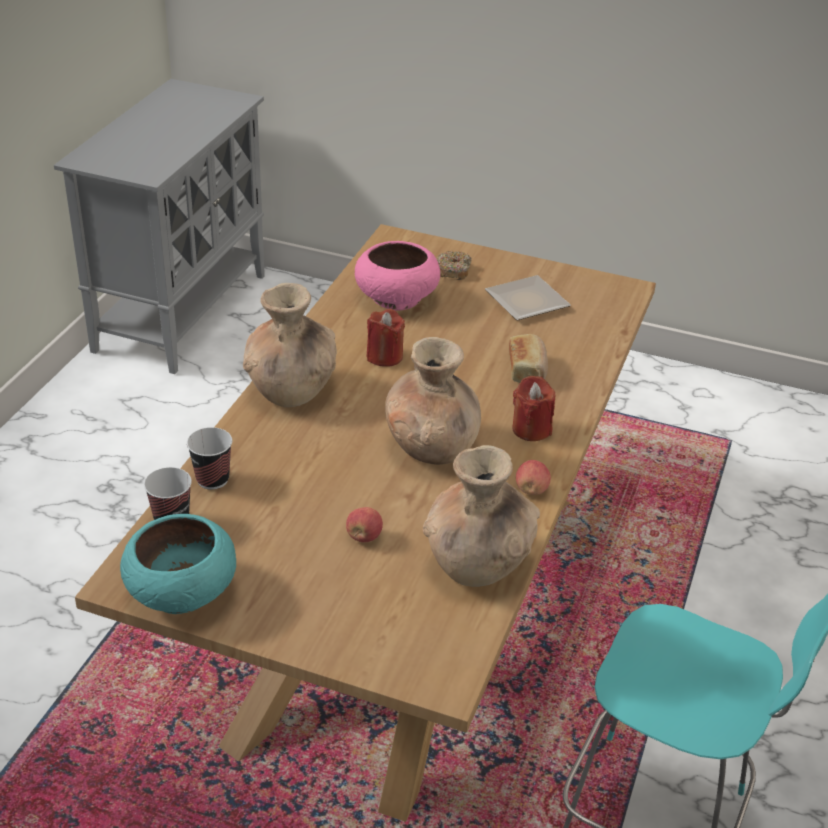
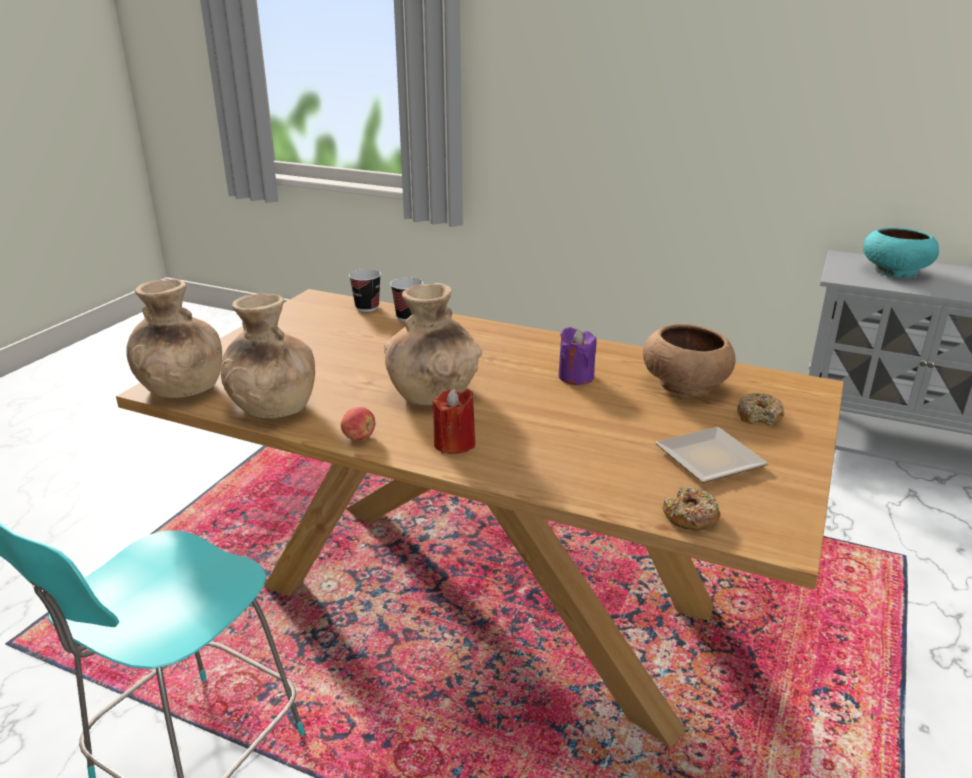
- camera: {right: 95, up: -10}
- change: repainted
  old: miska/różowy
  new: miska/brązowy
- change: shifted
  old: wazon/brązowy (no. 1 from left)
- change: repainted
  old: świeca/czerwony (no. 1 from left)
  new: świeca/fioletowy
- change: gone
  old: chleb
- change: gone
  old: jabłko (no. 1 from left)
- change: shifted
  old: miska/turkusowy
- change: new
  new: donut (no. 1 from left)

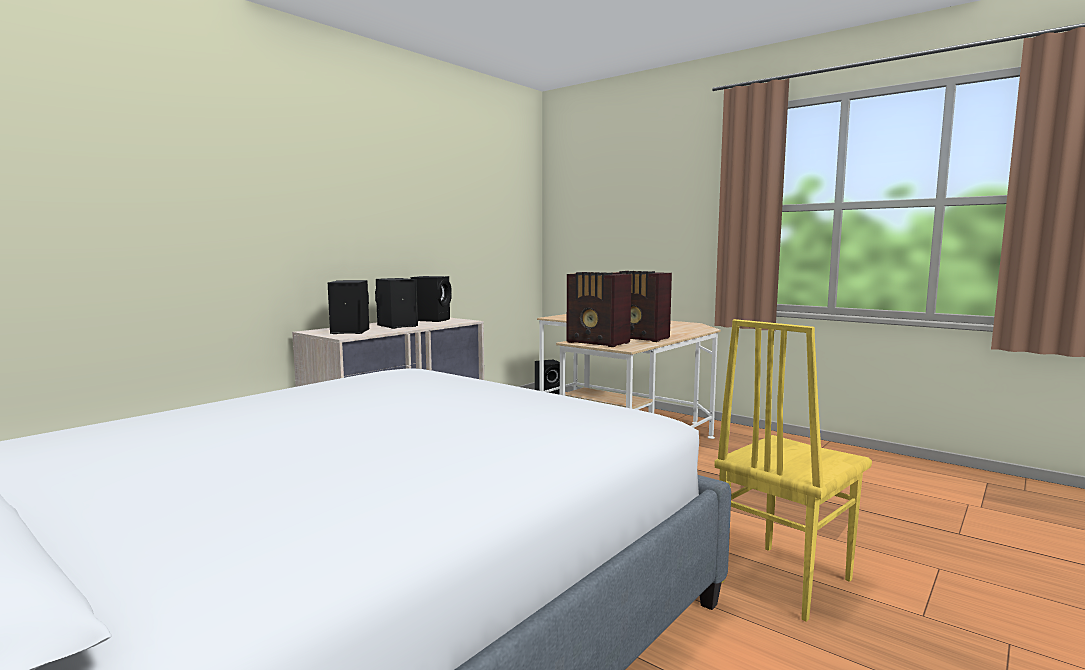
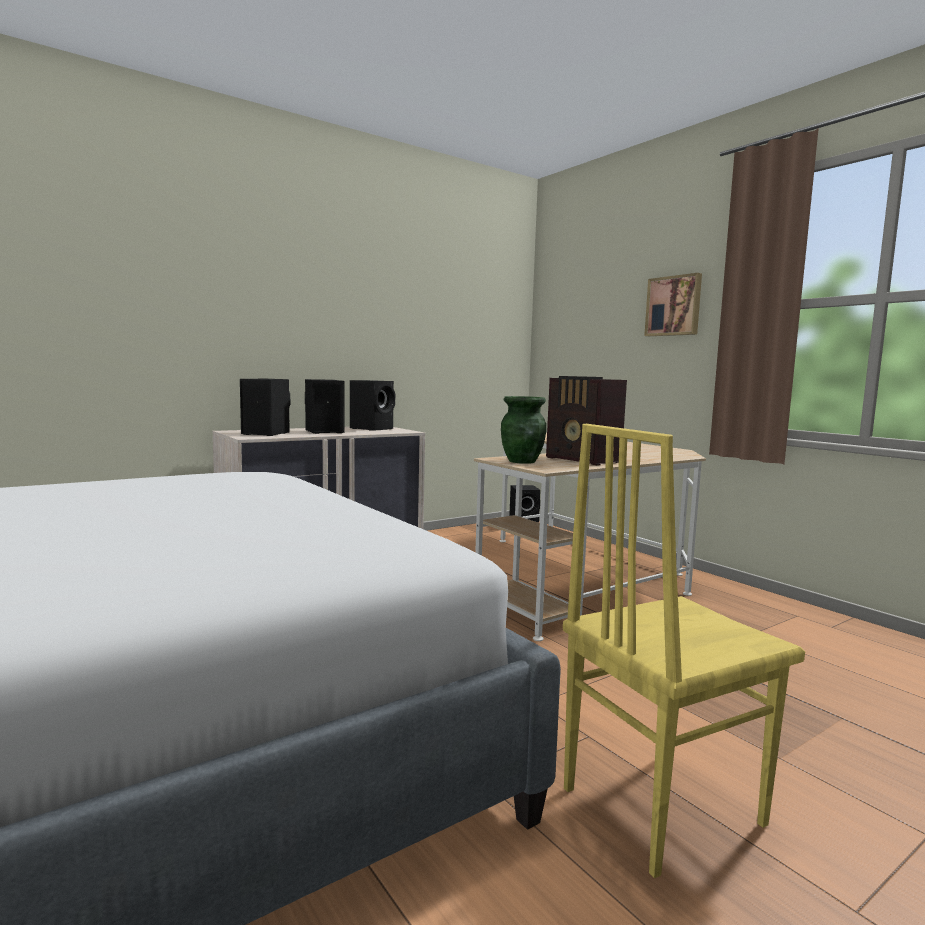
- camera: {right: 15, up: 0}
- change: swapped
  old: radio (no. 1 from left)
  new: wazon/zielony
- change: new
  new: obraz

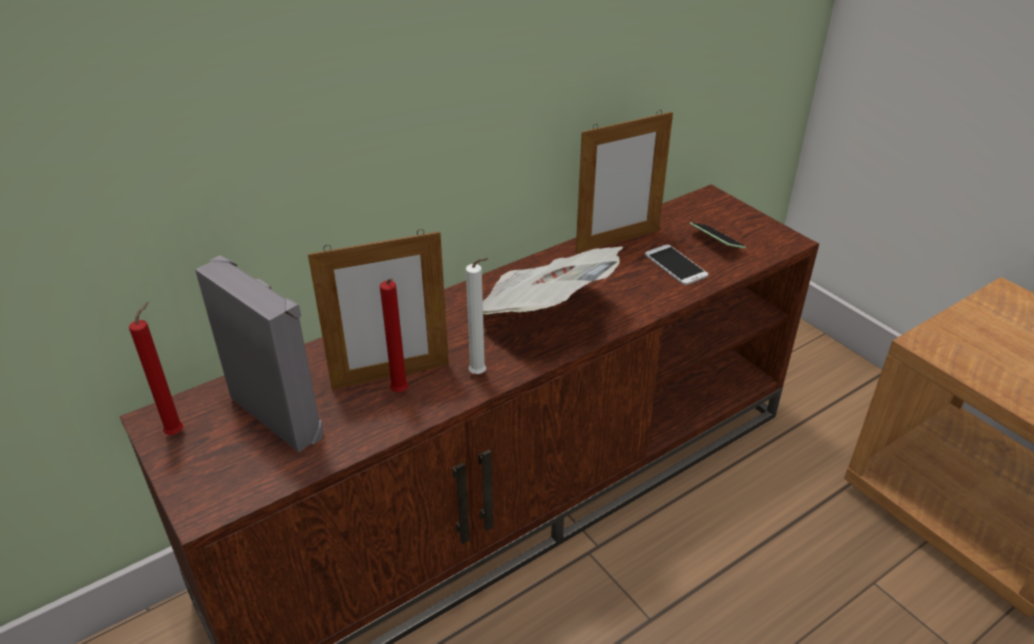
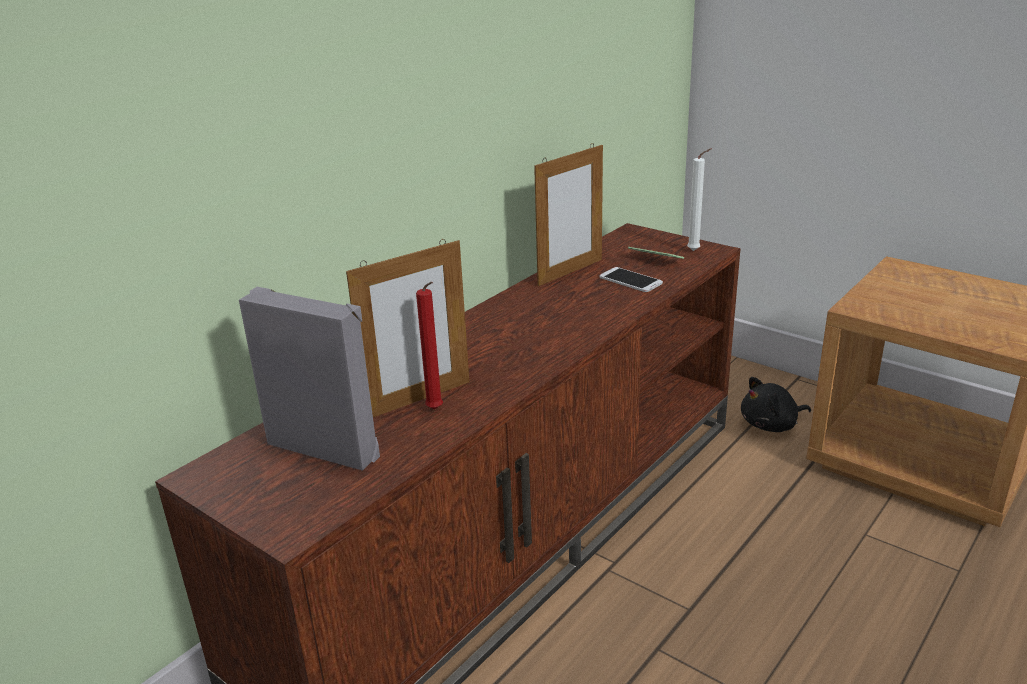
- camera: {right: -15, up: -10}
- change: gone
  old: gazeta
- change: shifted
  old: świeca/biały
- change: gone
  old: świeca/czerwony (no. 1 from left)
- change: new
  new: pluszak/czarny

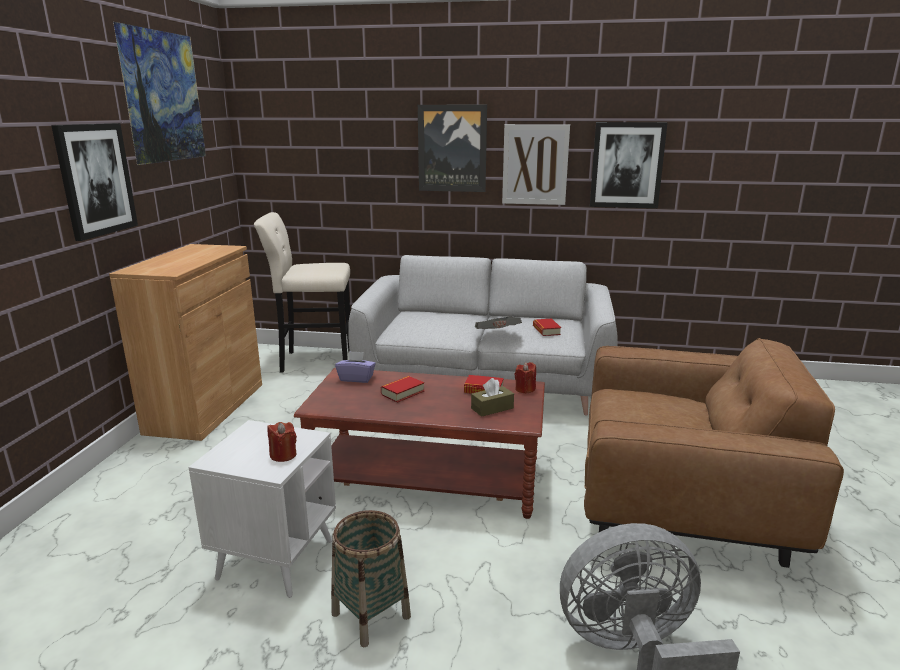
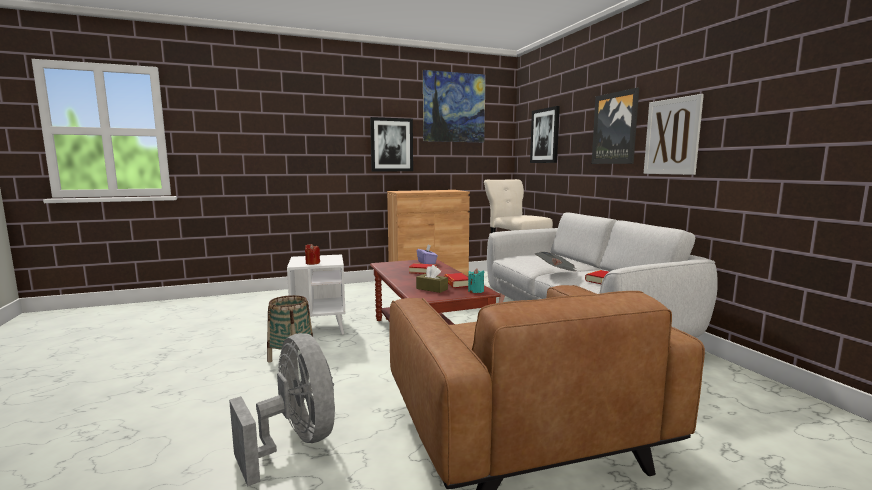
- camera: {right: 60, up: -10}
- change: shifted
  old: obraz (no. 5 from left in the first image)
  new: obraz (no. 3 from left)
- change: repainted
  old: świeca/czerwony (no. 2 from left)
  new: świeca/turkusowy

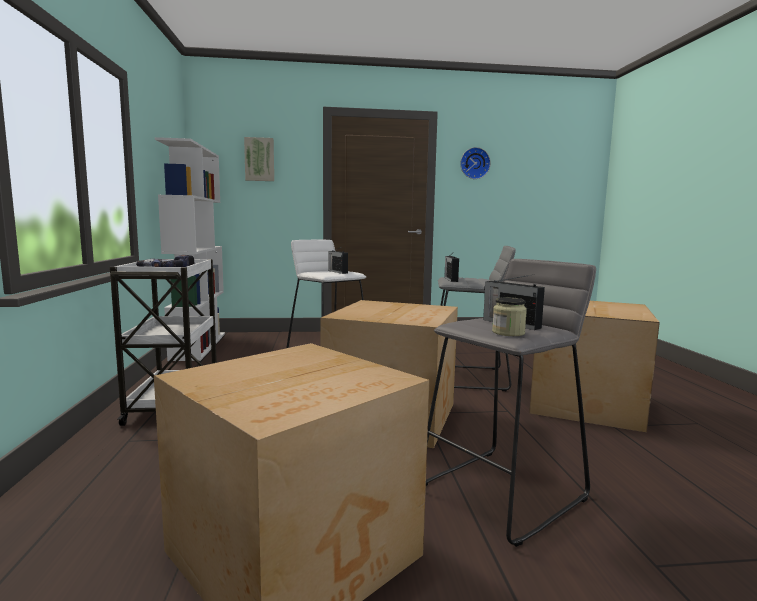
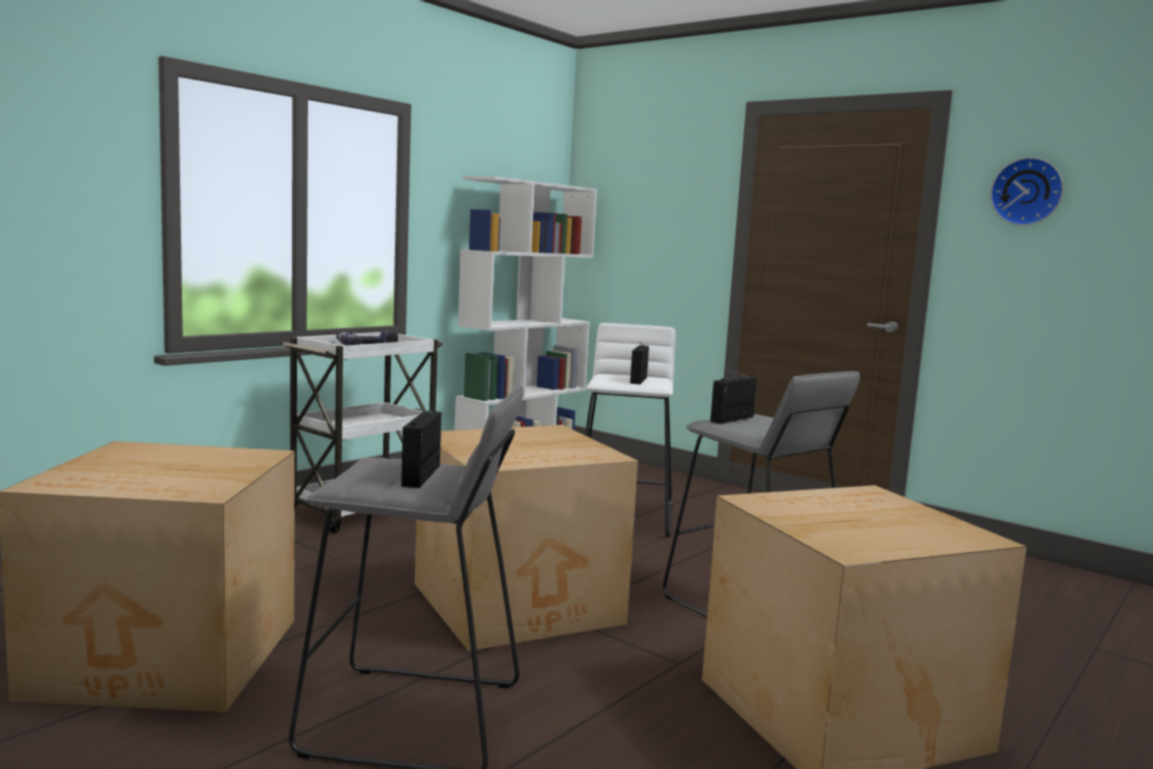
- camera: {right: 45, up: 0}
- change: gone
  old: obraz
- change: gone
  old: słoik

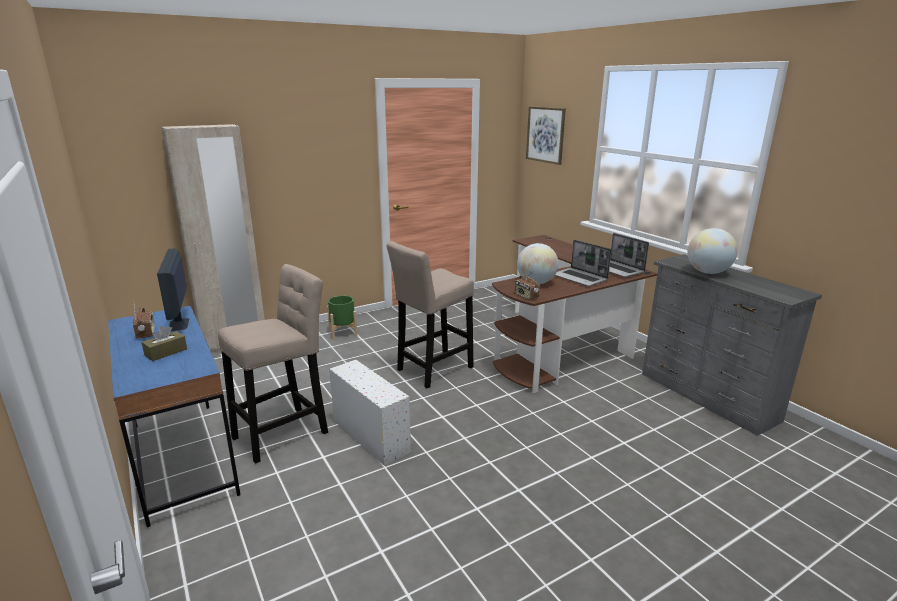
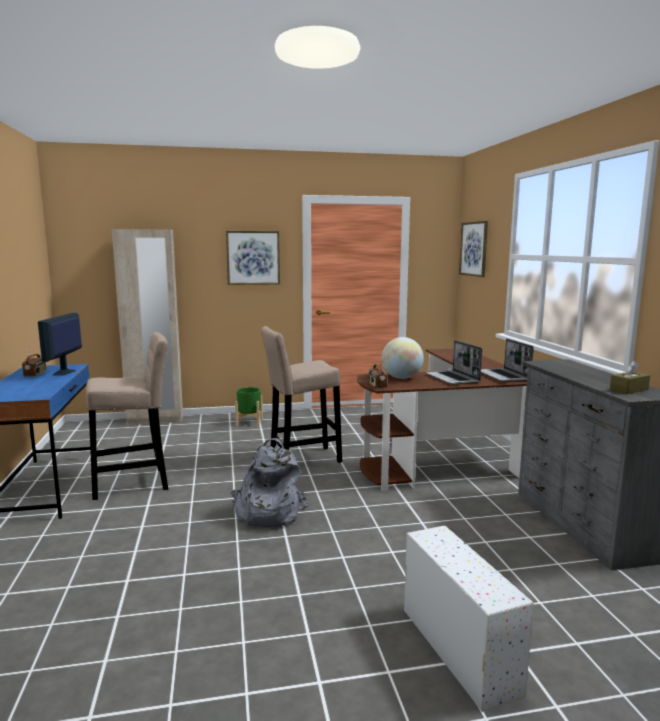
- camera: {right: 20, up: -10}
- change: gone
  old: globus (no. 2 from left)
- change: shifted
  old: pudełko chusteczek/brązowy
- change: shifted
  old: pojemnik do przechowywania/biały
- change: new
  new: obraz (no. 1 from left)
- change: new
  new: plecak/szary

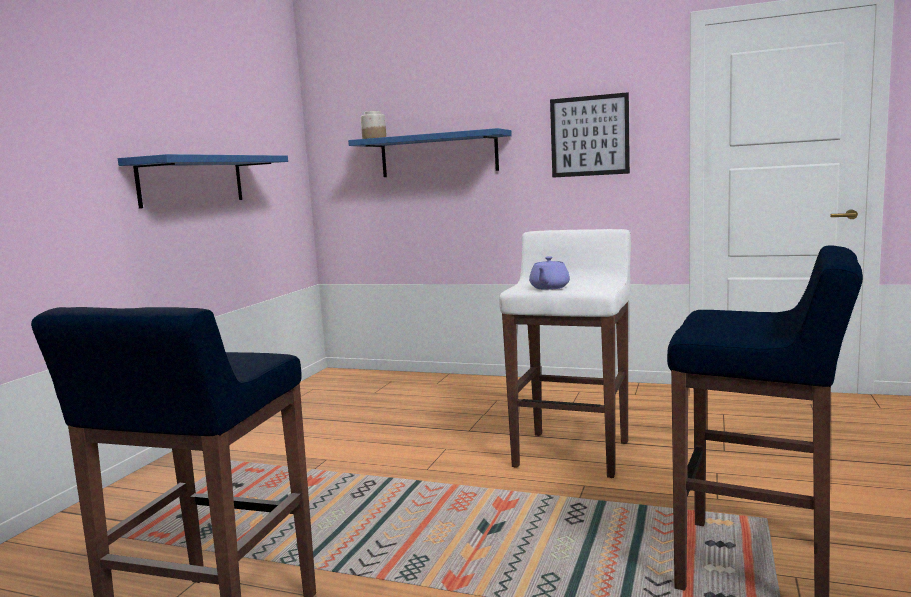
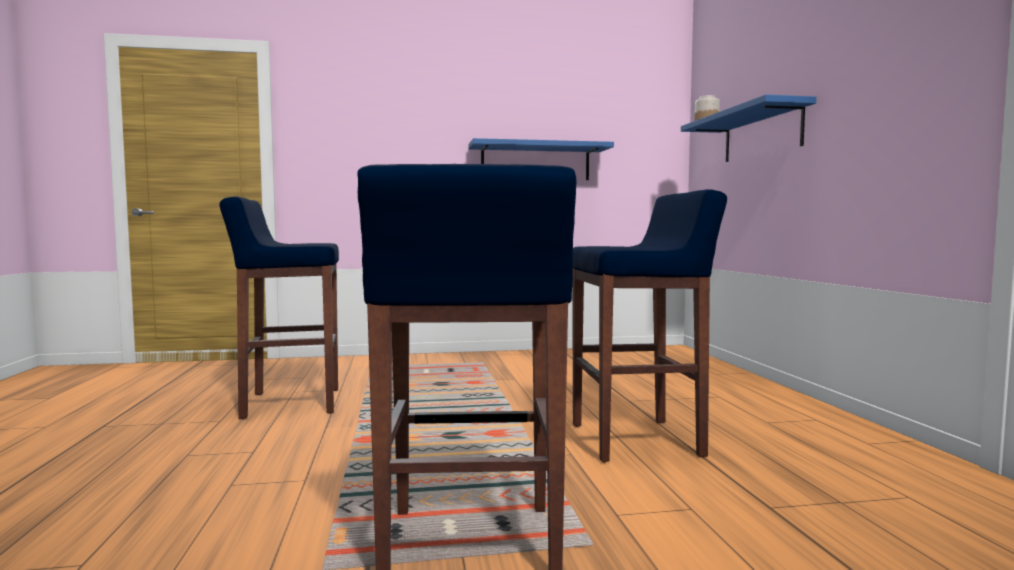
- camera: {right: 60, up: -5}
- change: gone
  old: obraz
- change: repainted
  old: stołek/biały
  new: stołek/niebieski (no. 3 from left)
- change: gone
  old: imbryk/fioletowy

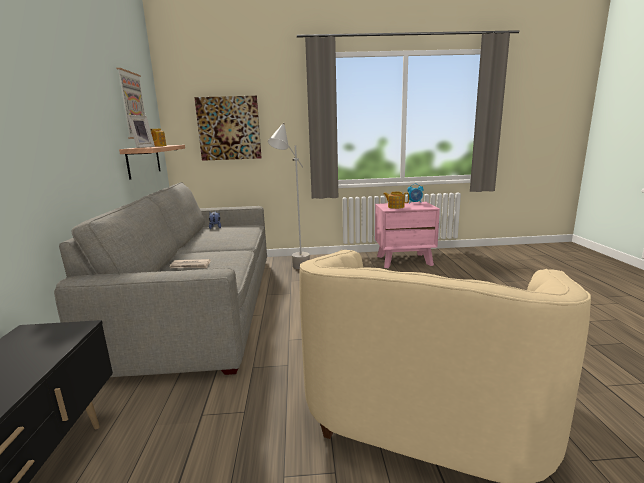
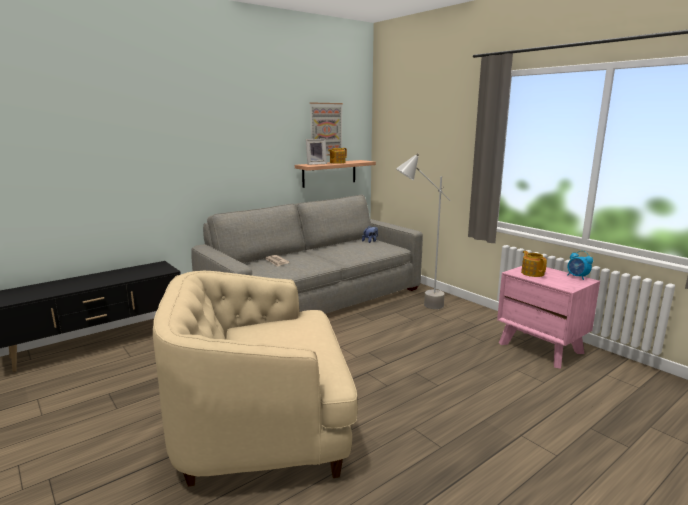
- camera: {right: 55, up: 0}
- change: gone
  old: obraz (no. 2 from left)

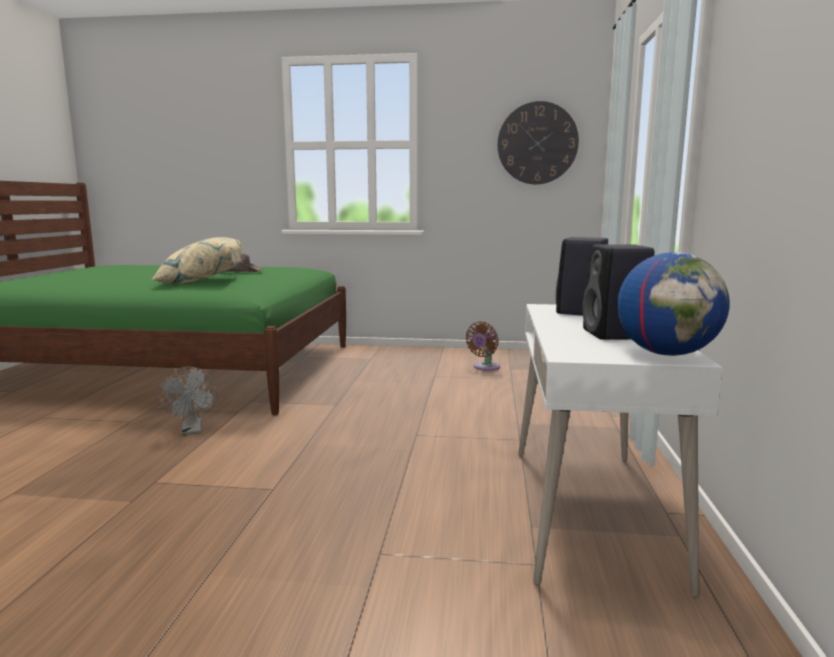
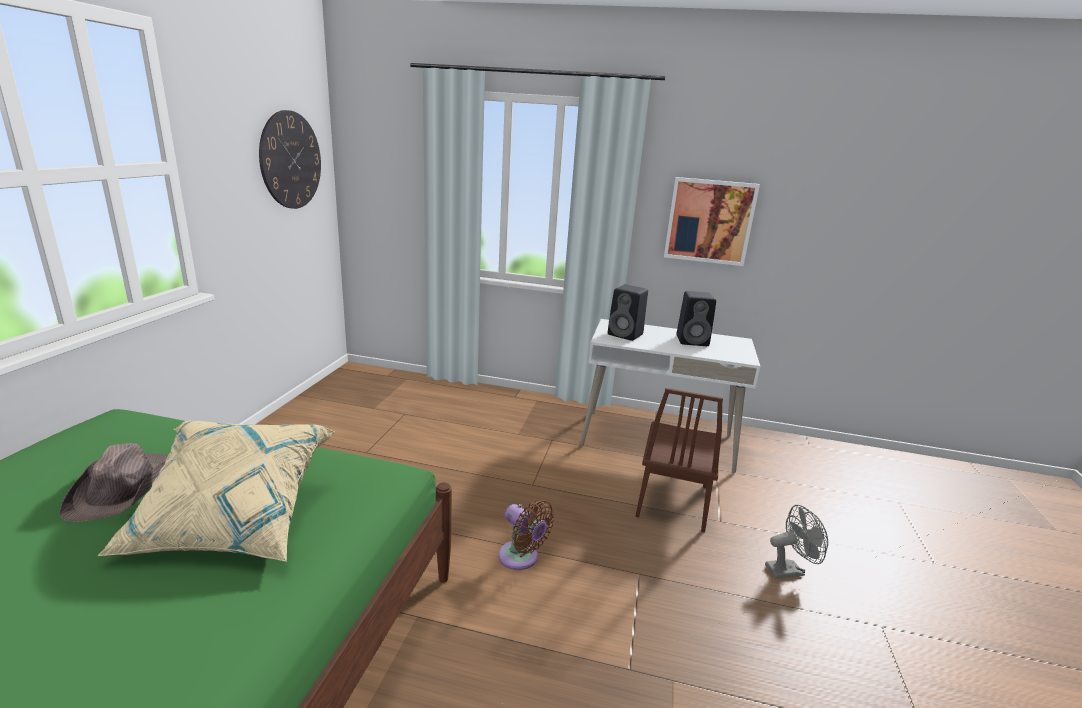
- camera: {right: -85, up: 10}
- change: gone
  old: globus
- change: shifted
  old: wentylator/brązowy
- change: shifted
  old: wentylator/szary
- change: new
  new: obraz
- change: new
  new: krzesło/brązowy

